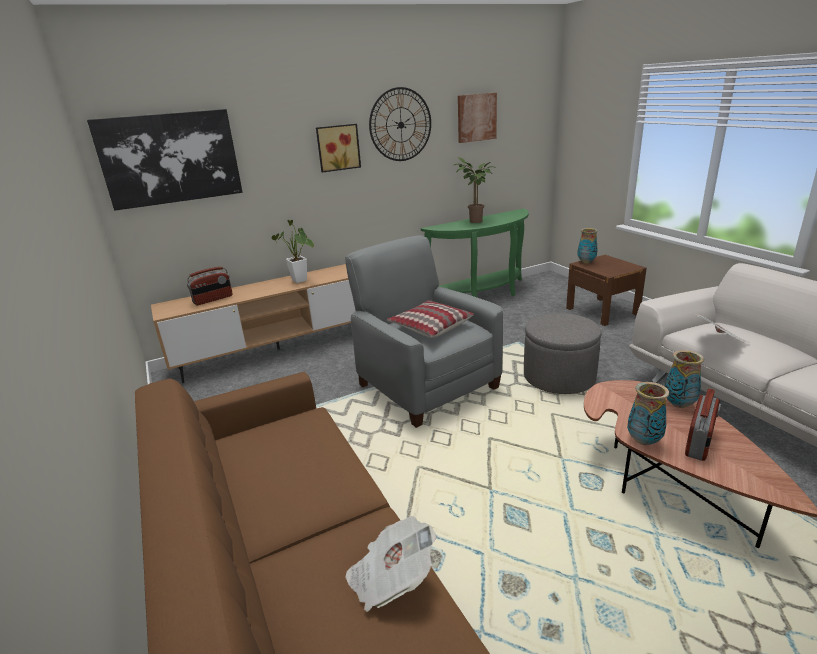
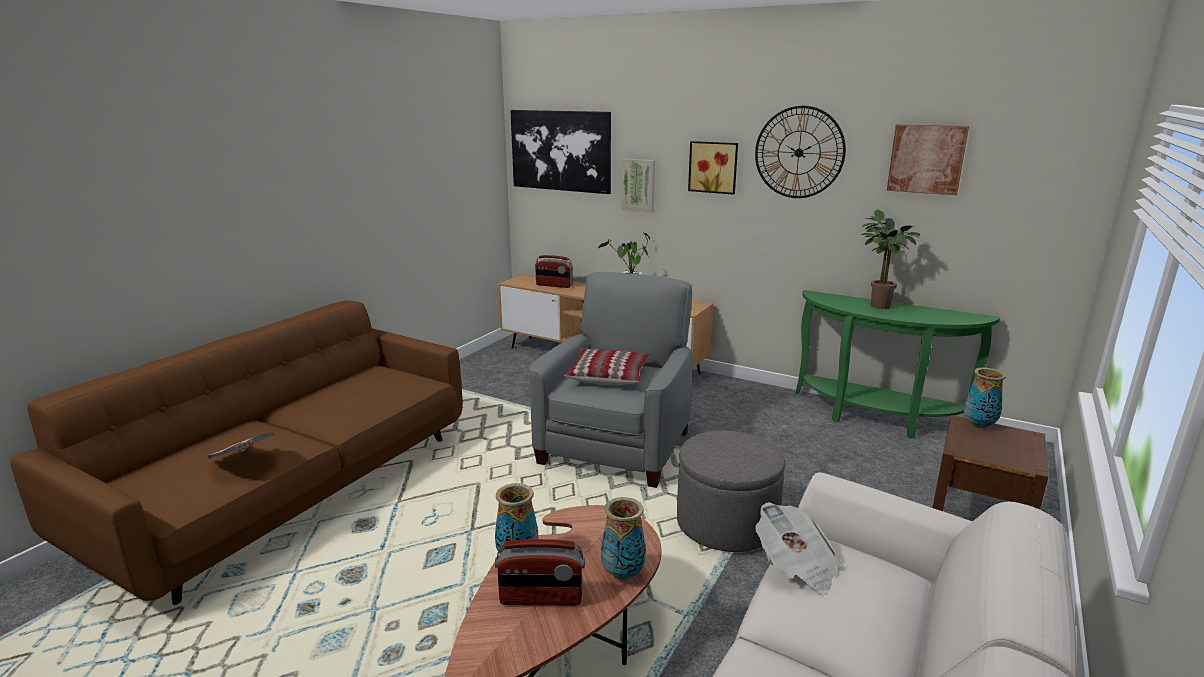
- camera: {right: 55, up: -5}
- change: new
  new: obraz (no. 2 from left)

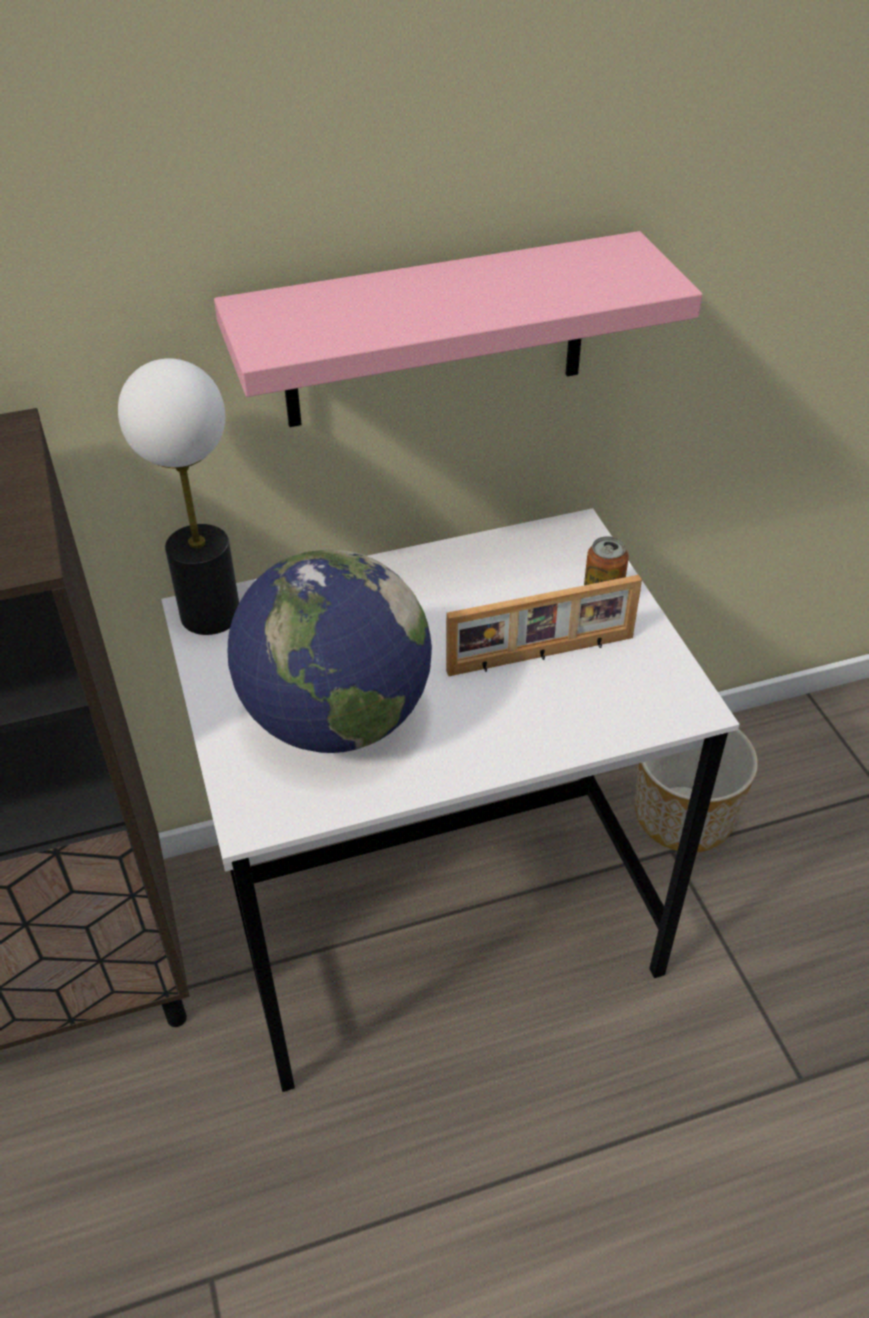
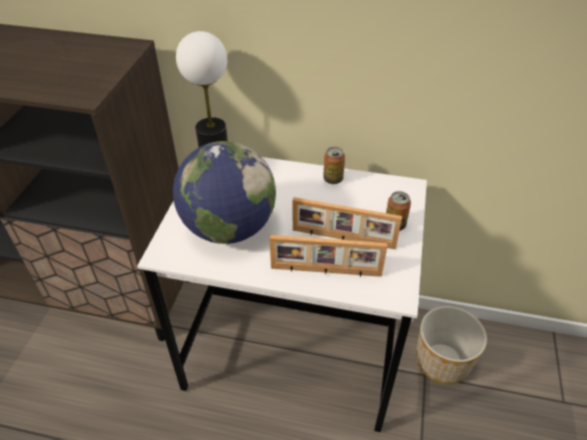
- camera: {right: 30, up: 0}
- change: gone
  old: półka/różowy
- change: new
  new: puszka (no. 1 from left)
- change: new
  new: ramka na zdjęcie (no. 1 from left)

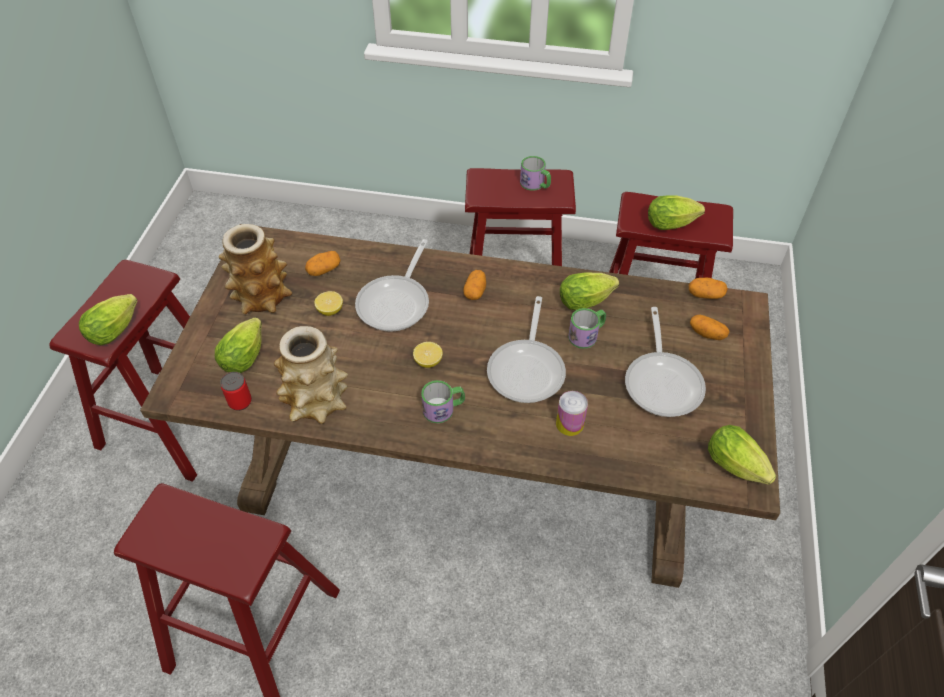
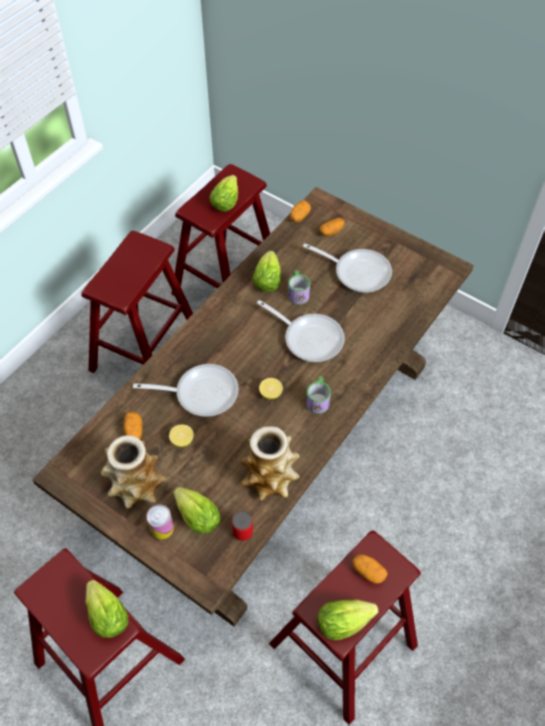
- camera: {right: -65, up: 5}
- change: gone
  old: kubek (no. 2 from left)
- change: rotated
  old: patelnia (no. 1 from left)
  degrees: -45
- change: shifted
  old: ziemniak (no. 2 from left in the first image)
  new: ziemniak (no. 4 from left)
- change: shifted
  old: puszka (no. 2 from left in the first image)
  new: puszka (no. 1 from left)
- change: shifted
  old: sałata (no. 5 from left)

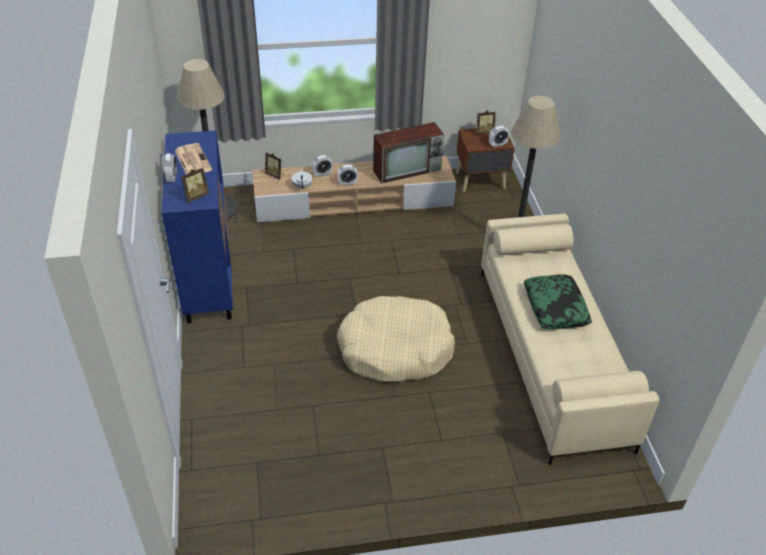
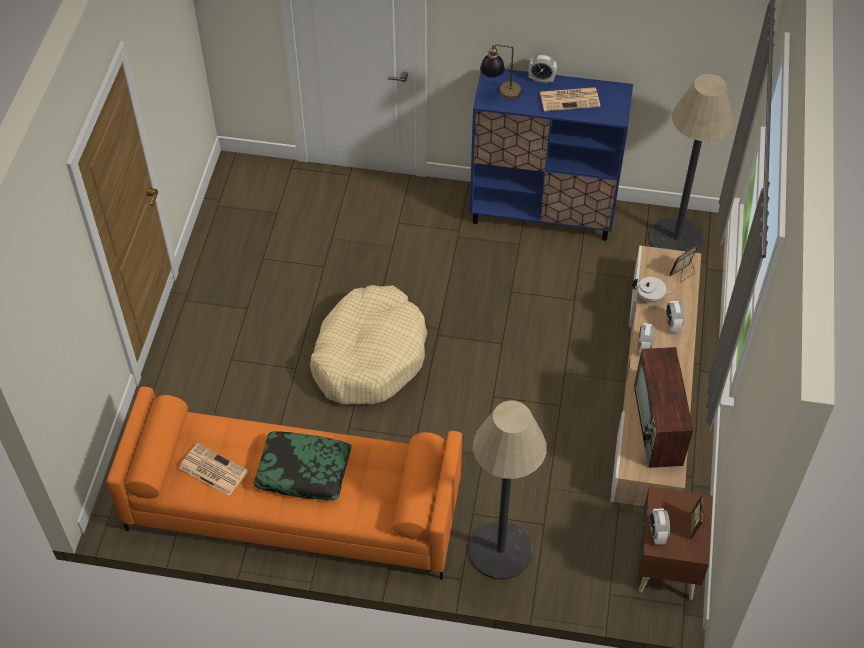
- camera: {right: 110, up: 10}
- change: swapped
  old: ramka na zdjęcie (no. 1 from left)
  new: lampa stołowa
- change: repainted
  old: kanapa/beżowy
  new: kanapa/pomarańczowy
- change: new
  new: gazeta (no. 1 from left)

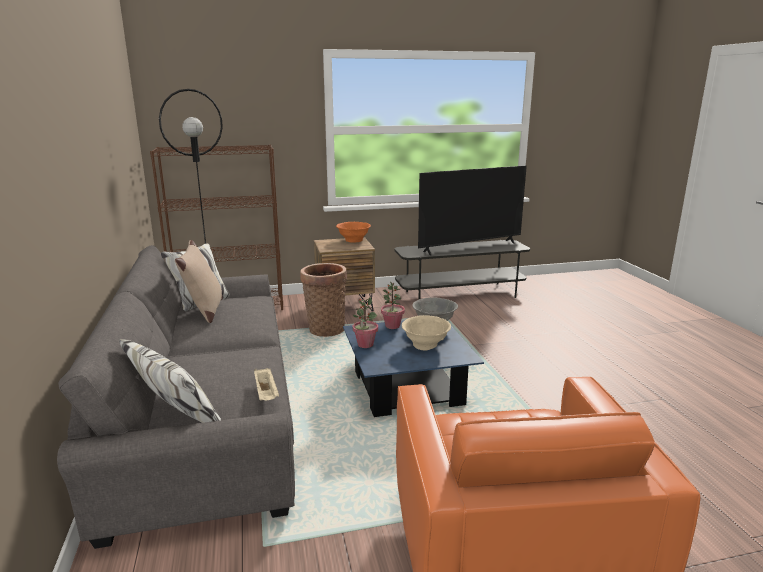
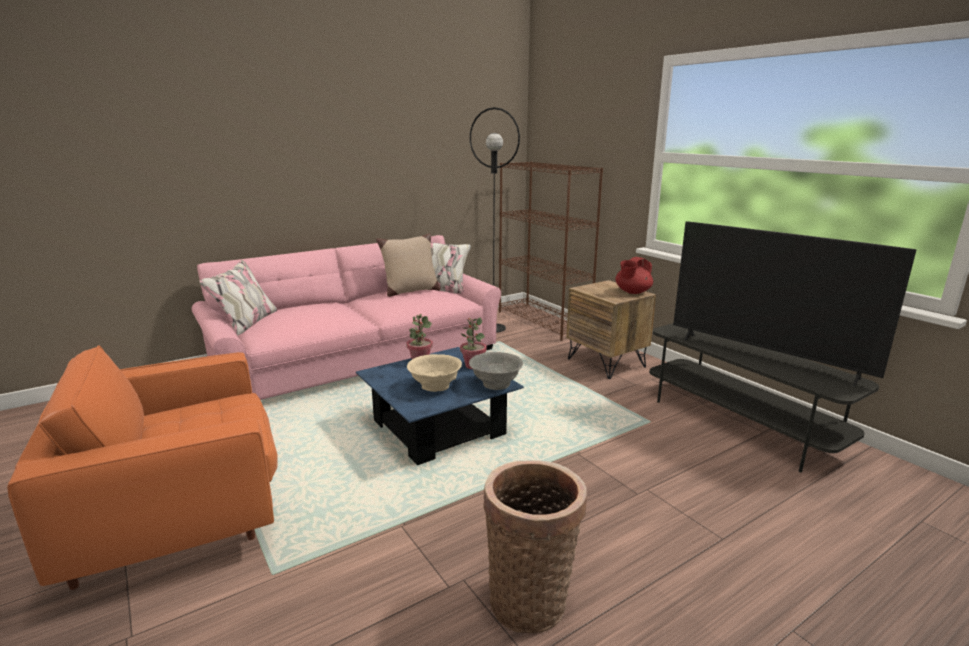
- camera: {right: 70, up: 0}
- change: swapped
  old: miska/pomarańczowy
  new: imbryk/czerwony
- change: repainted
  old: kanapa/szary
  new: kanapa/różowy
- change: shifted
  old: koszyk
- change: gone
  old: taca/beżowy

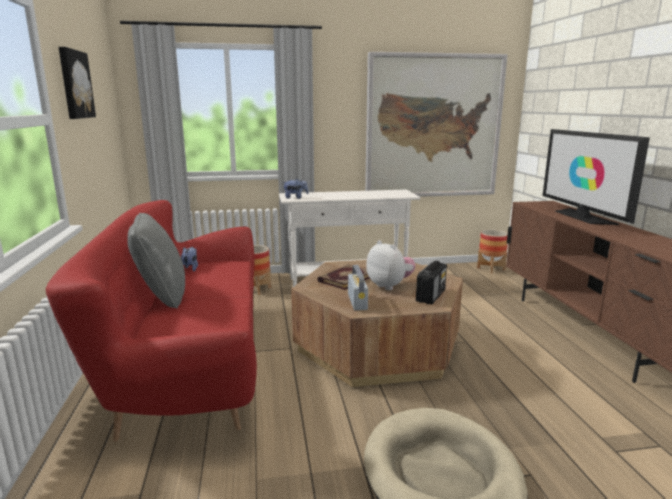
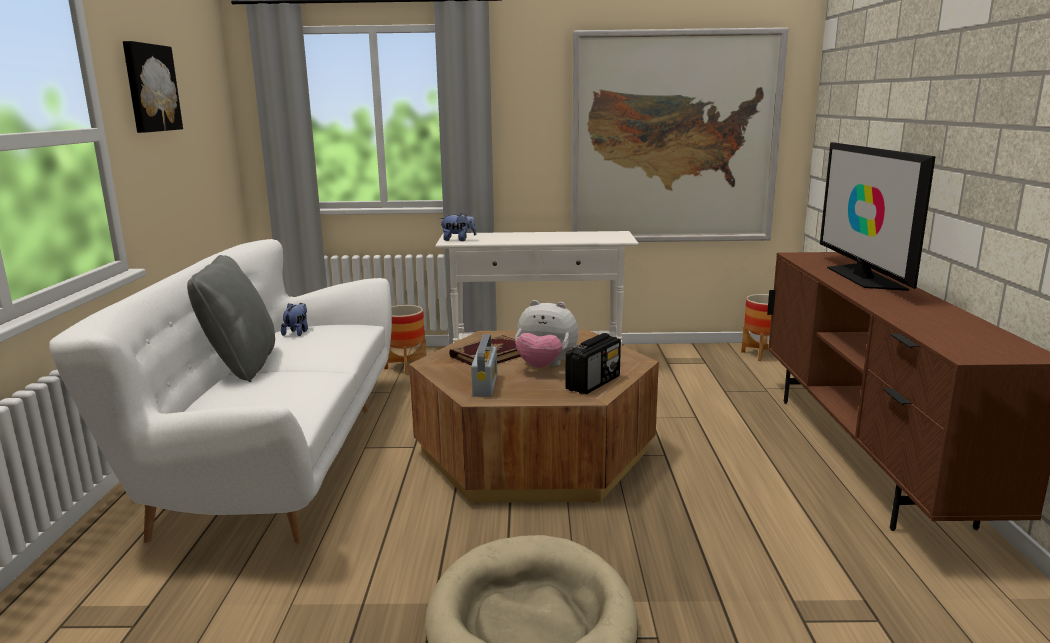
- camera: {right: 10, up: 0}
- change: repainted
  old: kanapa/czerwony
  new: kanapa/biały
- change: rotated
  old: pluszak (no. 3 from left)
  degrees: 135

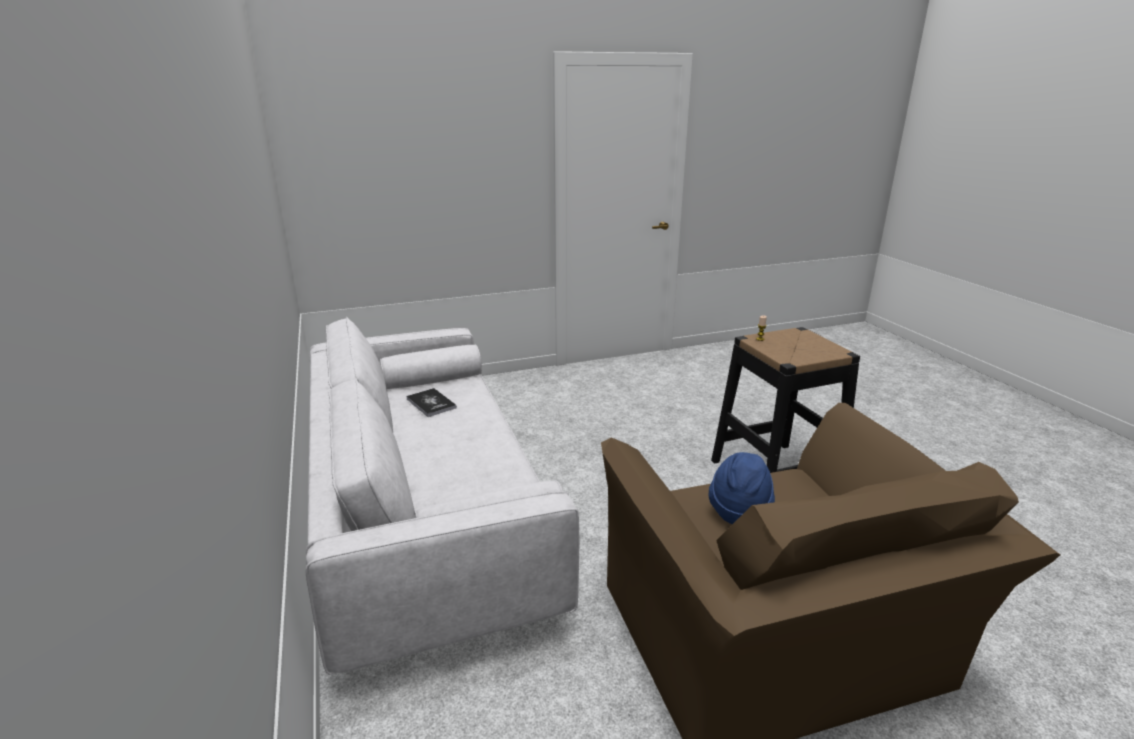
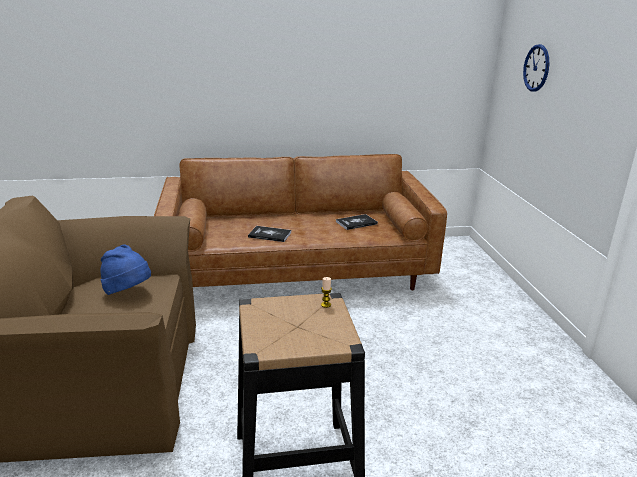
- camera: {right: 100, up: 0}
- change: repainted
  old: kanapa/biały
  new: kanapa/brązowy
- change: new
  new: zegar ścienny
- change: new
  new: książka (no. 1 from left)

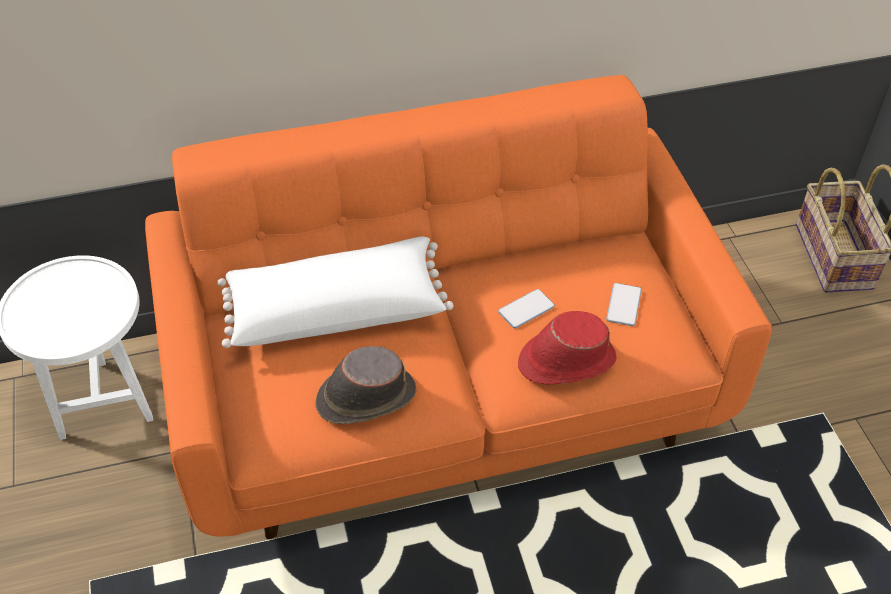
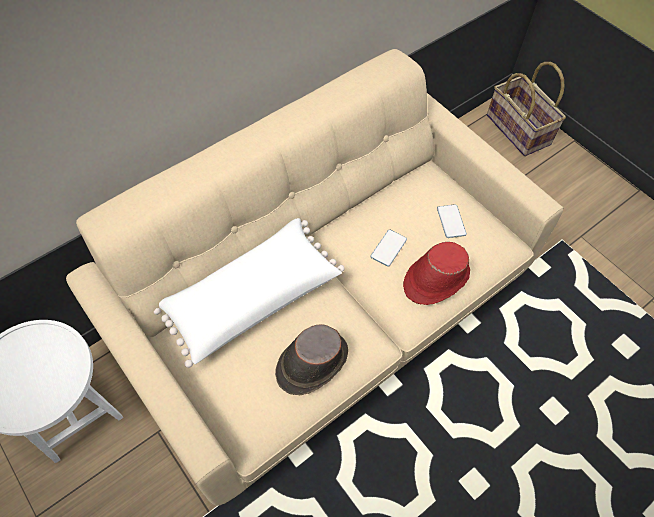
- camera: {right: -25, up: 10}
- change: repainted
  old: kanapa/pomarańczowy
  new: kanapa/beżowy

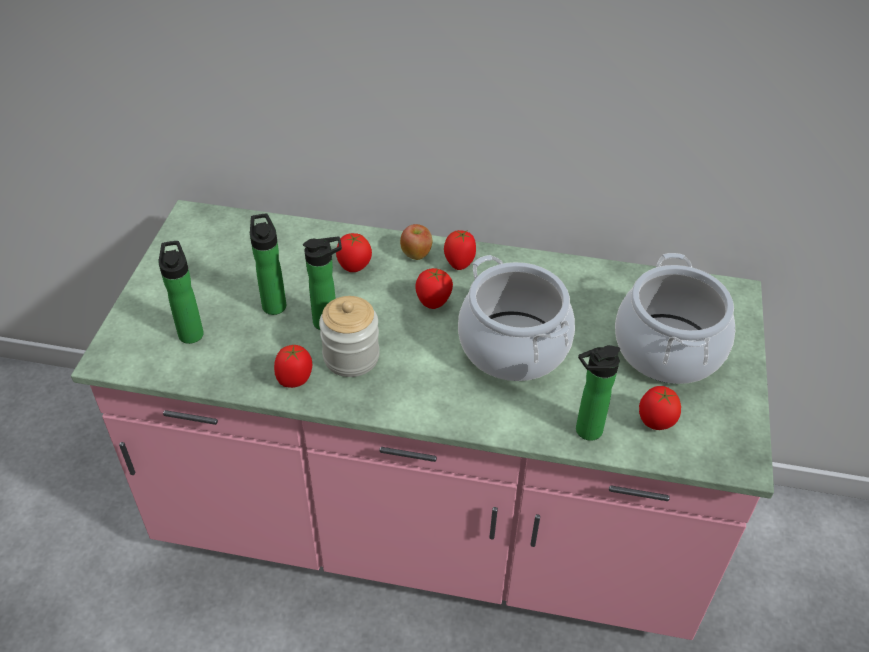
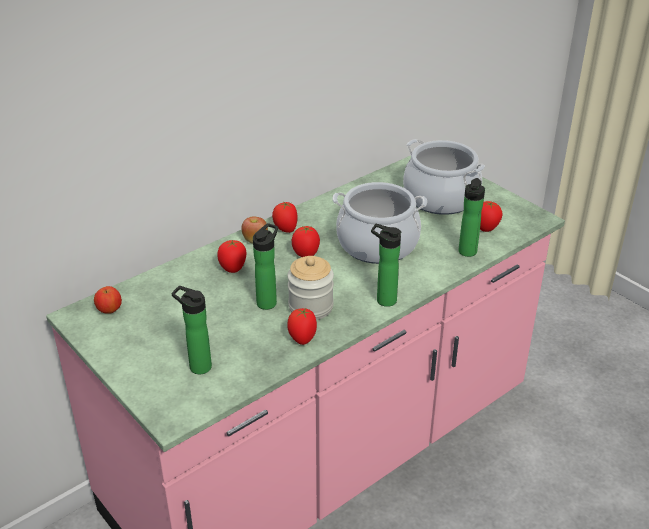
- camera: {right: -50, up: -10}
- change: shifted
  old: butelka (no. 2 from left in the first image)
  new: butelka (no. 3 from left)
- change: new
  new: jabłko (no. 1 from left)

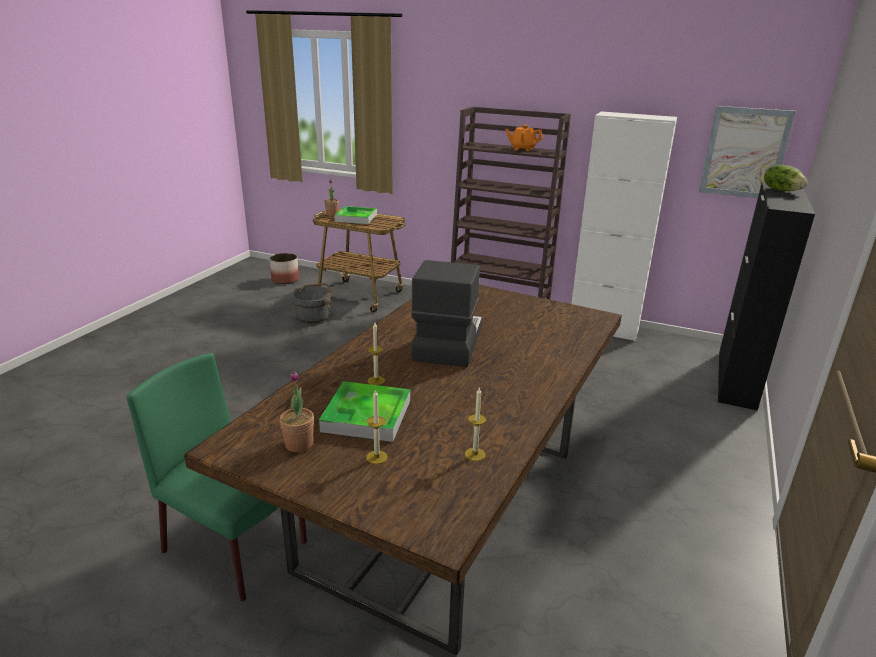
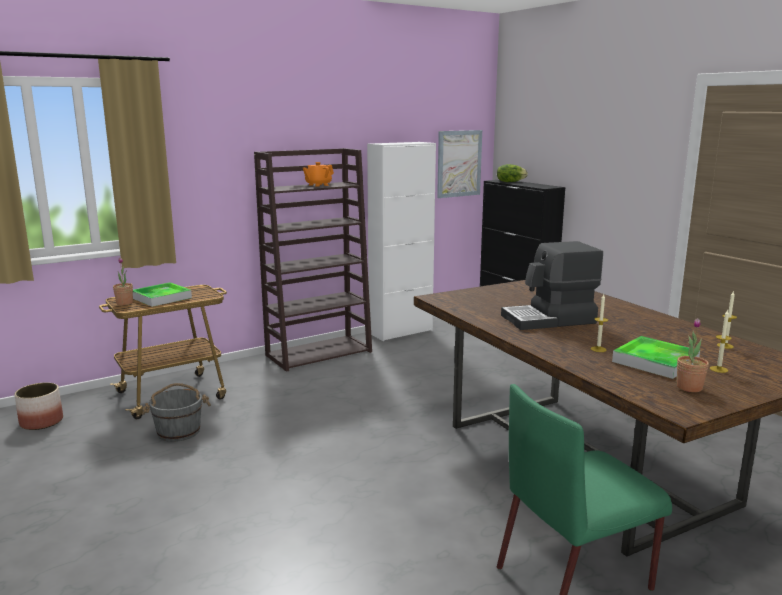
- camera: {right: -55, up: -10}
- change: rotated
  old: ekspres do kawy
  degrees: -60

